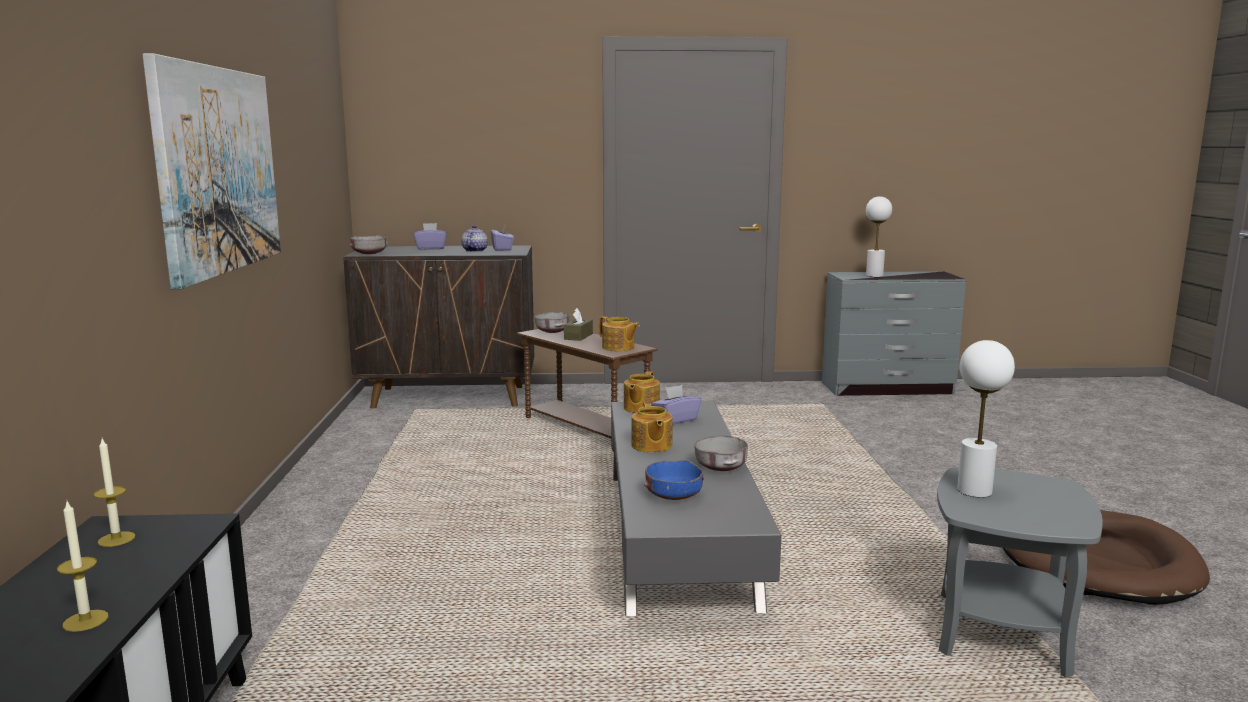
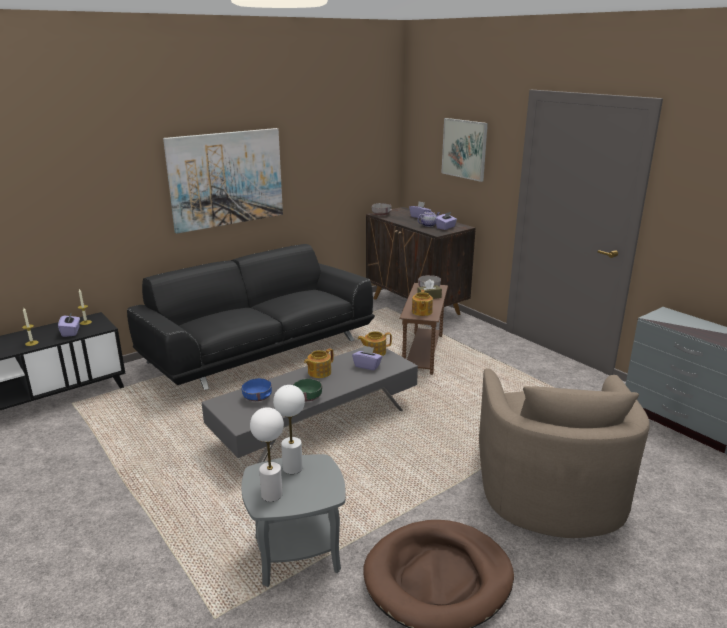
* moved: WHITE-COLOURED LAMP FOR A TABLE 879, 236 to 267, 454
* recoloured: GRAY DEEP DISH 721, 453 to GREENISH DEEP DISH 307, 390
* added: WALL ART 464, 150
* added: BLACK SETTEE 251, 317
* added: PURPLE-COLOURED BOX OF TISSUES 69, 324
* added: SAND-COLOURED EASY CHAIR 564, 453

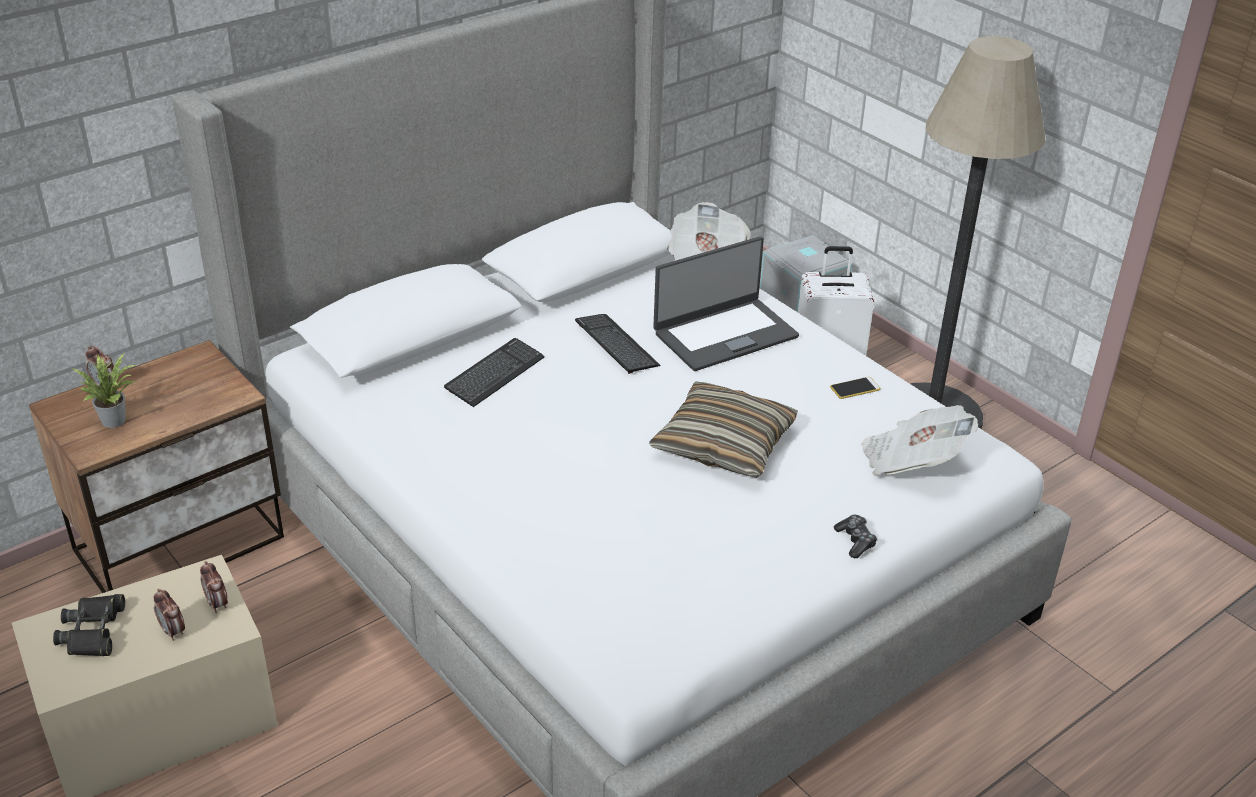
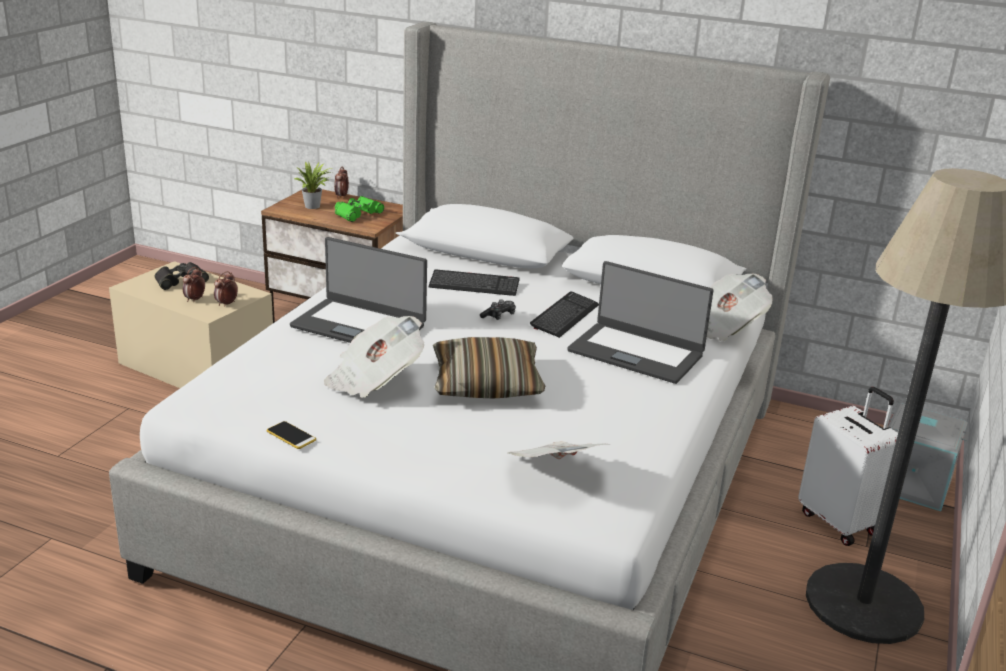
* moved: HANDSET 855, 388 to 291, 435
* moved: JOYPAD 855, 536 to 498, 309
* added: GREENISH BINOCULARS 359, 209
* added: PORTABLE COMPUTER 358, 290
* added: NEWSPAPER 374, 357

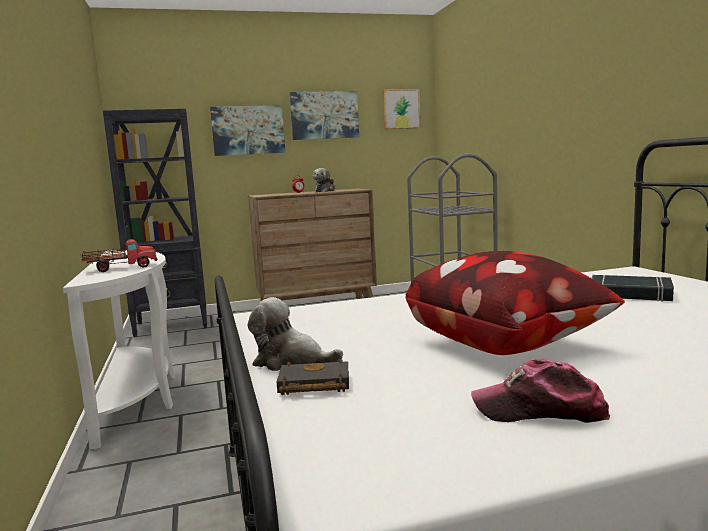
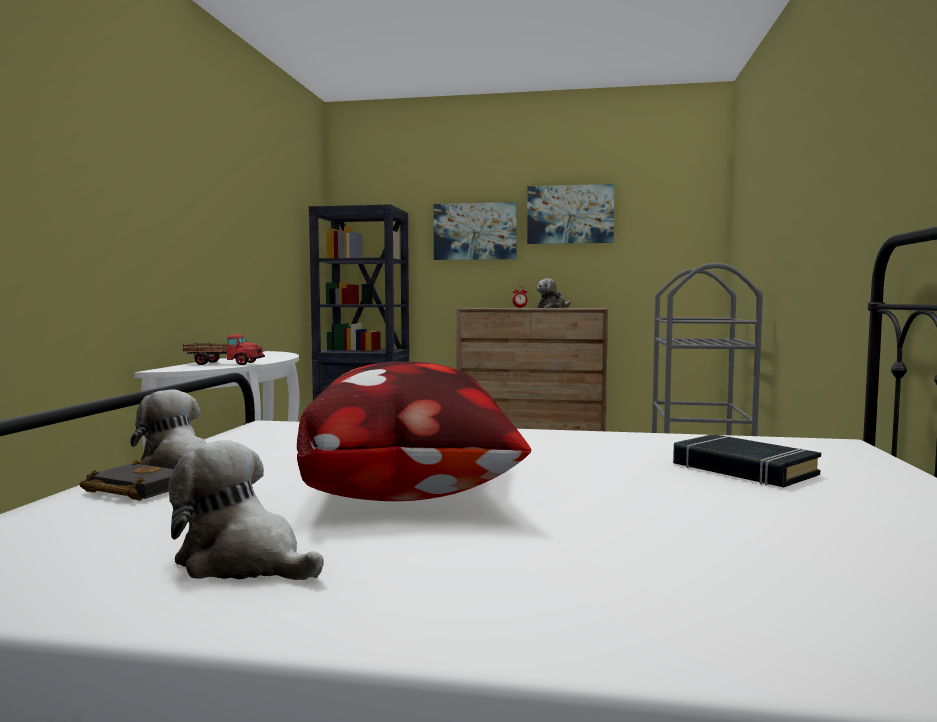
* removed: WALL ART 401, 109
* replaced: PEAKED CAP 540, 391 to CUDDLY TOY 246, 510

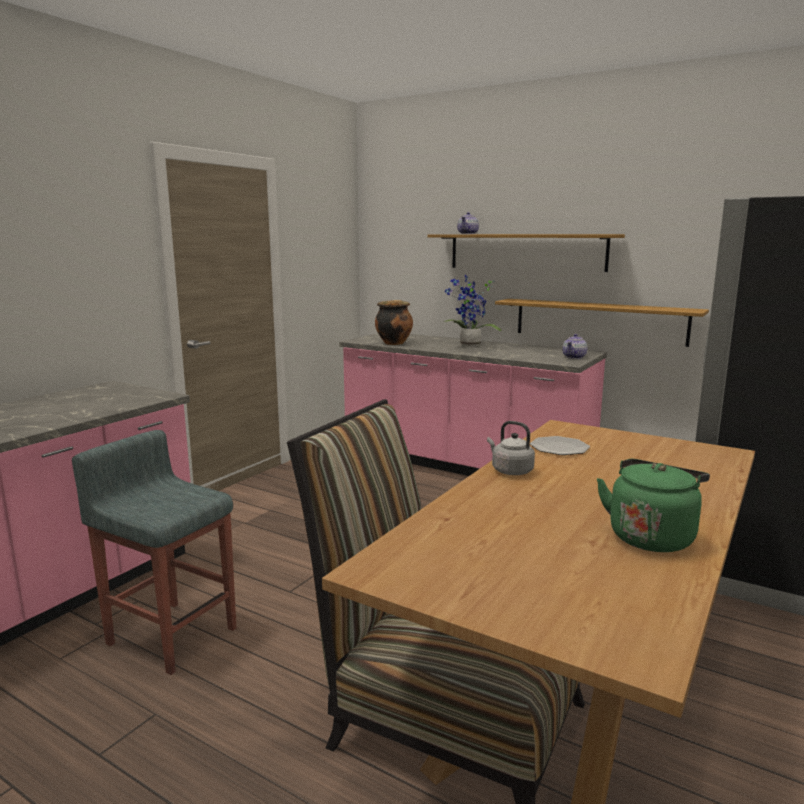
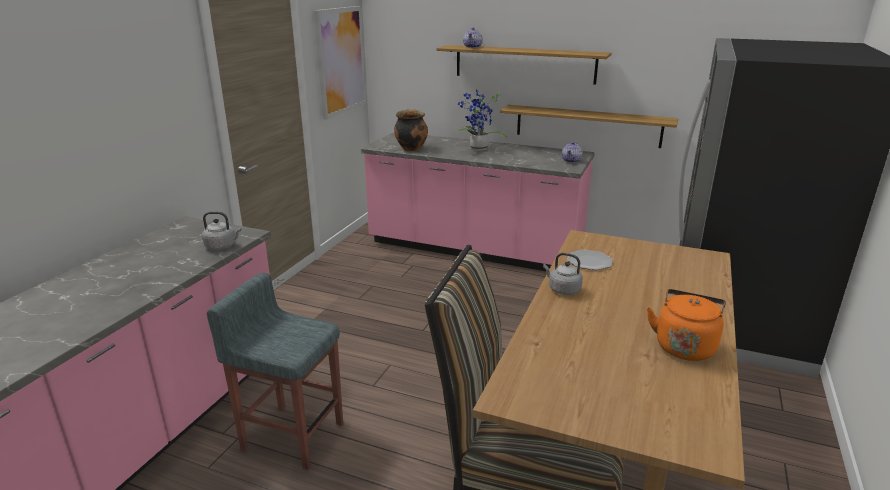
* recoloured: GREENISH KETTLE 653, 505 to ORANGE-COLOURED KETTLE 686, 325
* added: WALL ART 340, 63
* added: GRAY KETTLE 222, 230

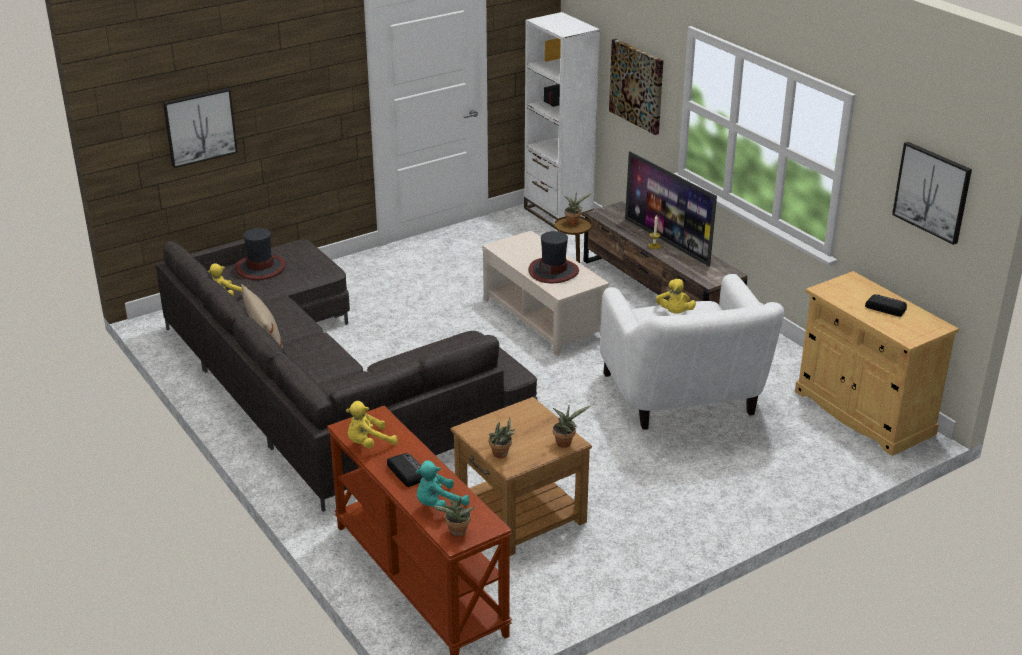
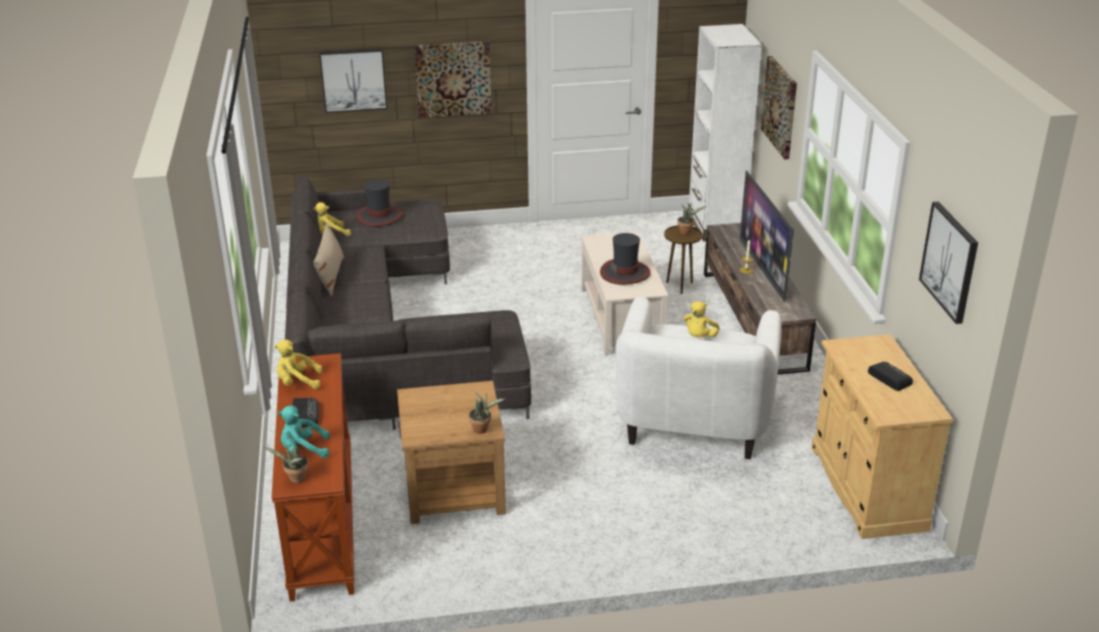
* removed: HOUSEPLANT 502, 438
* added: WALL ART 453, 79

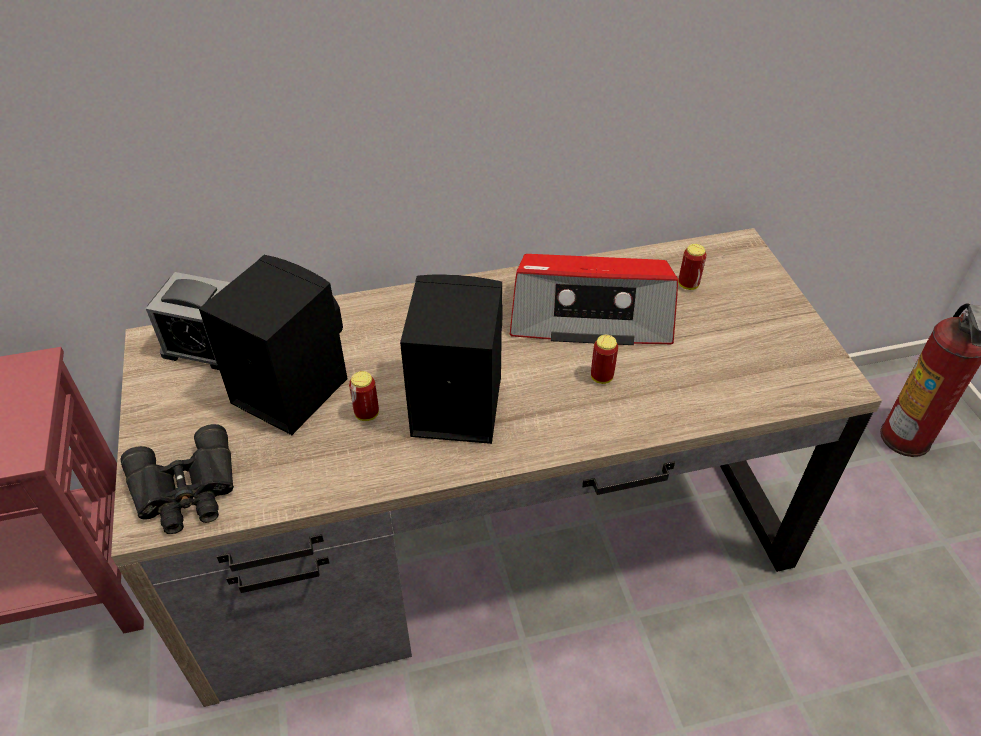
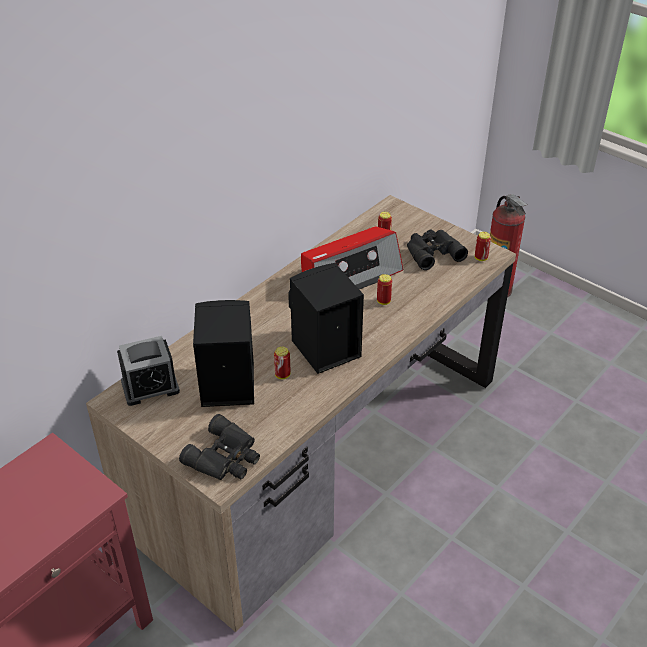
* added: BLACK BINOCULARS 437, 250
* added: CAN 483, 246

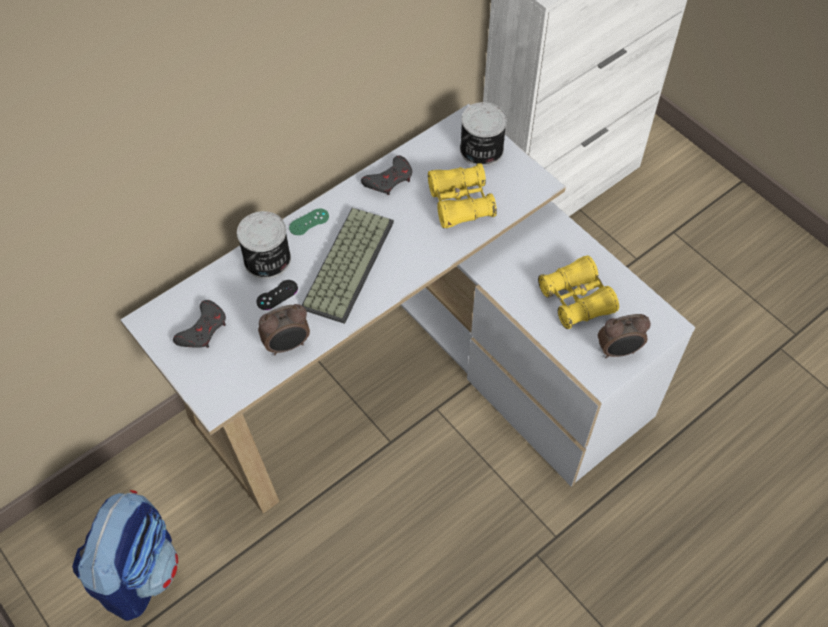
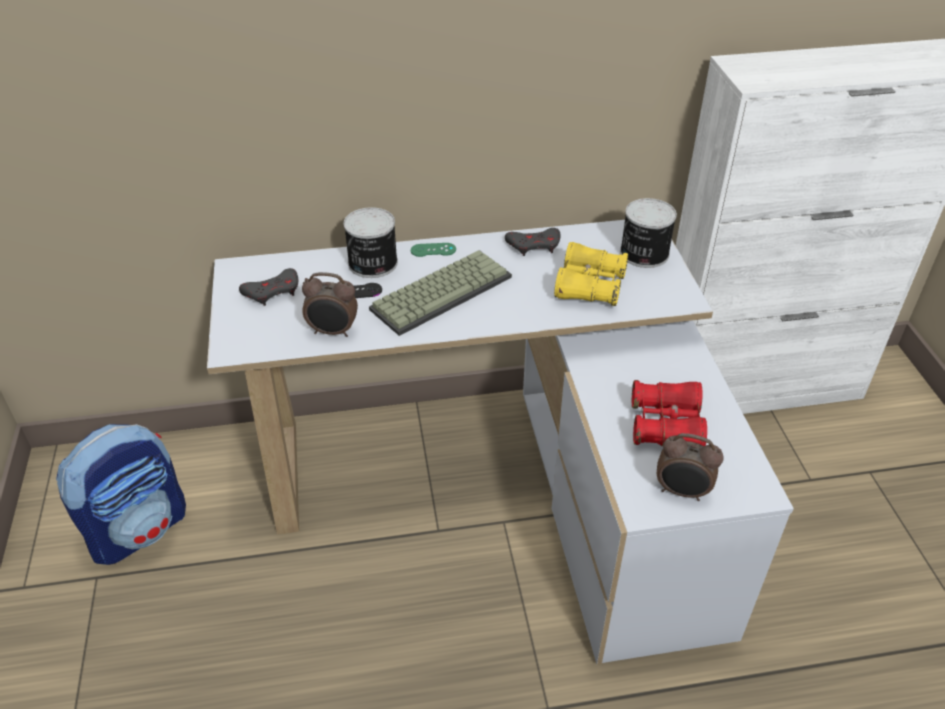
* recoloured: YELLOW-COLOURED BINOCULARS 578, 292 to RED BINOCULARS 669, 413

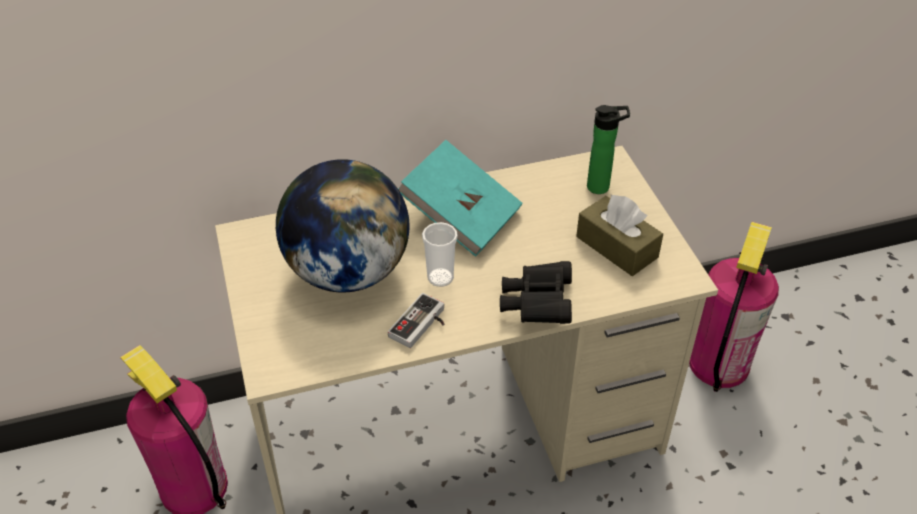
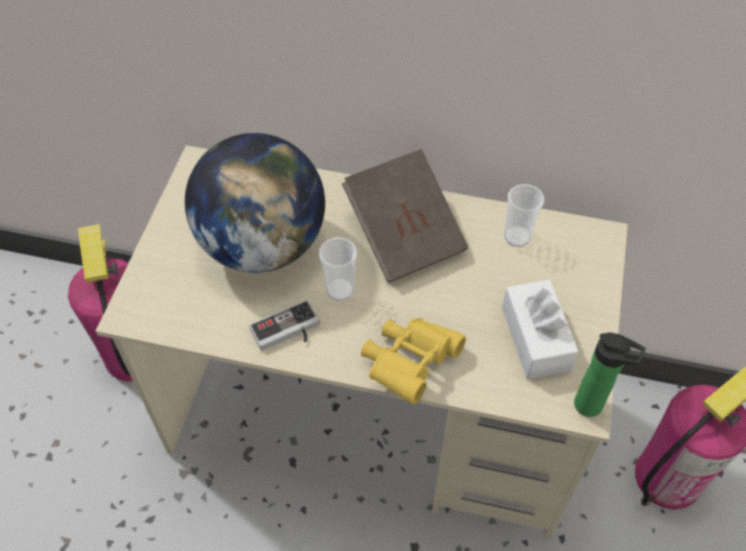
* moved: BOTTLE 608, 149 to 610, 374
* recoloured: TURQUOISE VOLUME 460, 198 to BROWN VOLUME 405, 216
* recoloured: BROWN BOX OF TISSUES 619, 235 to WHITE-COLOURED BOX OF TISSUES 540, 329
* recoloured: BLACK BINOCULARS 536, 292 to YELLOW-COLOURED BINOCULARS 413, 361
* added: DRINKING CUP 524, 215

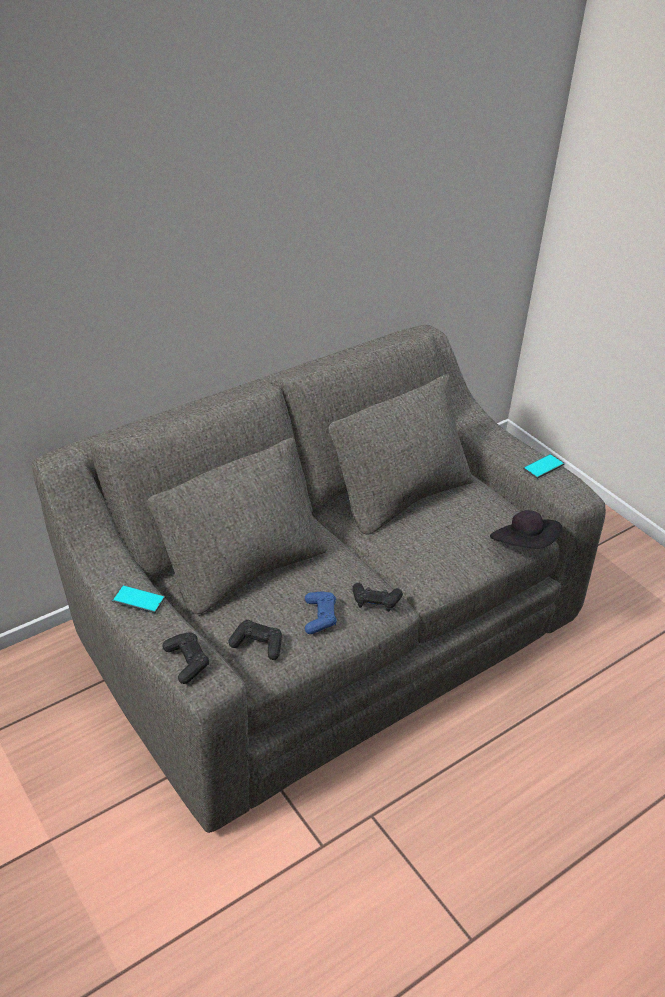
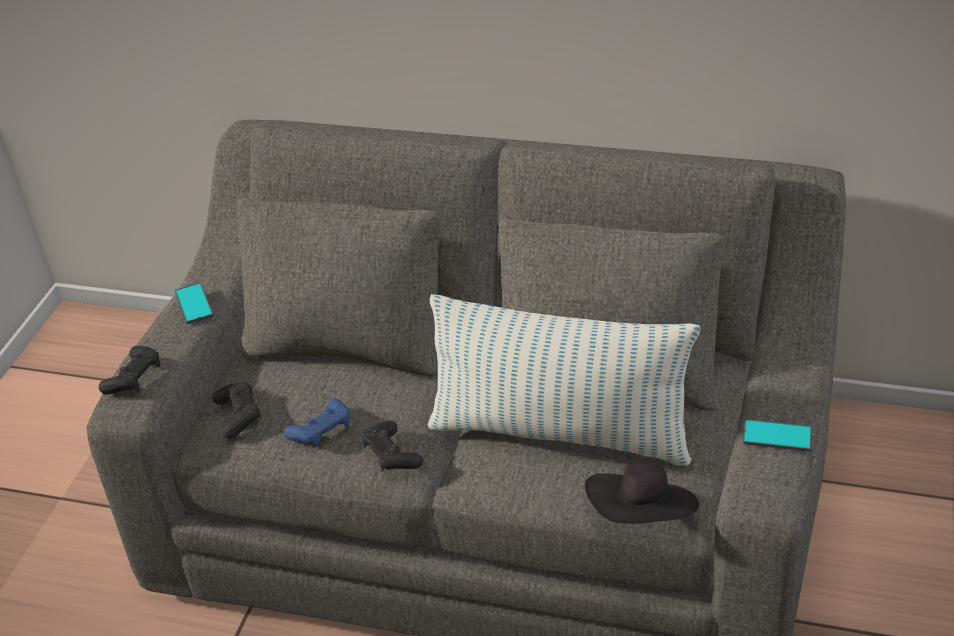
* added: THROW PILLOW 564, 380

